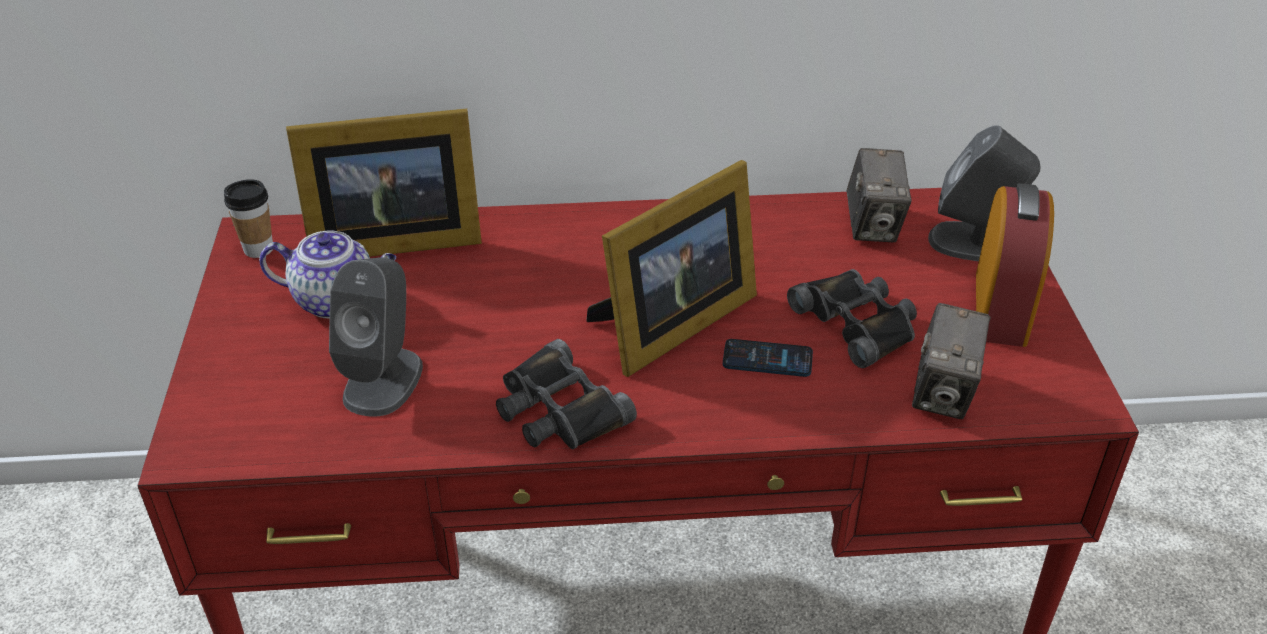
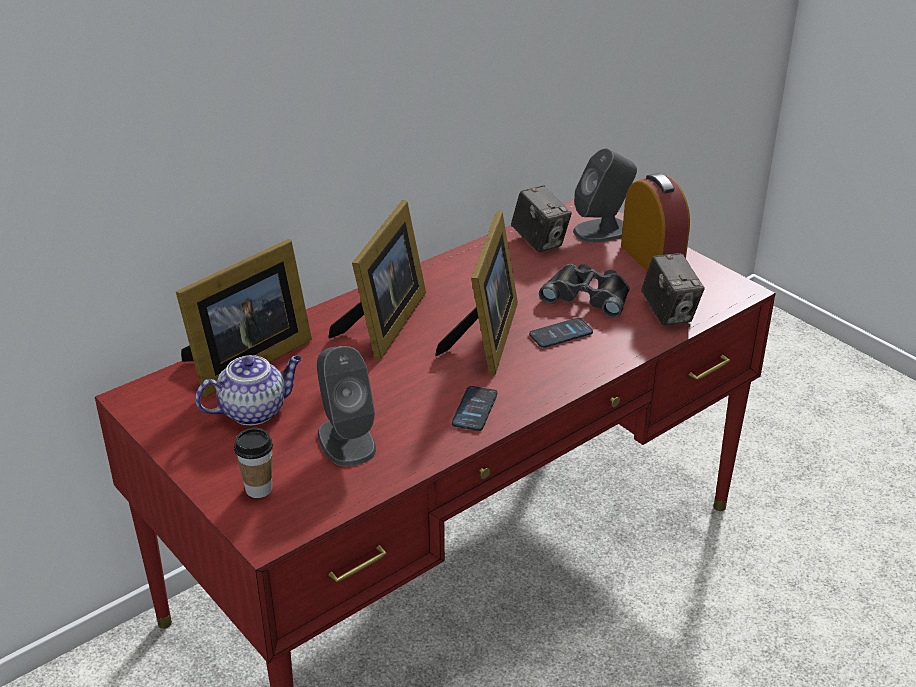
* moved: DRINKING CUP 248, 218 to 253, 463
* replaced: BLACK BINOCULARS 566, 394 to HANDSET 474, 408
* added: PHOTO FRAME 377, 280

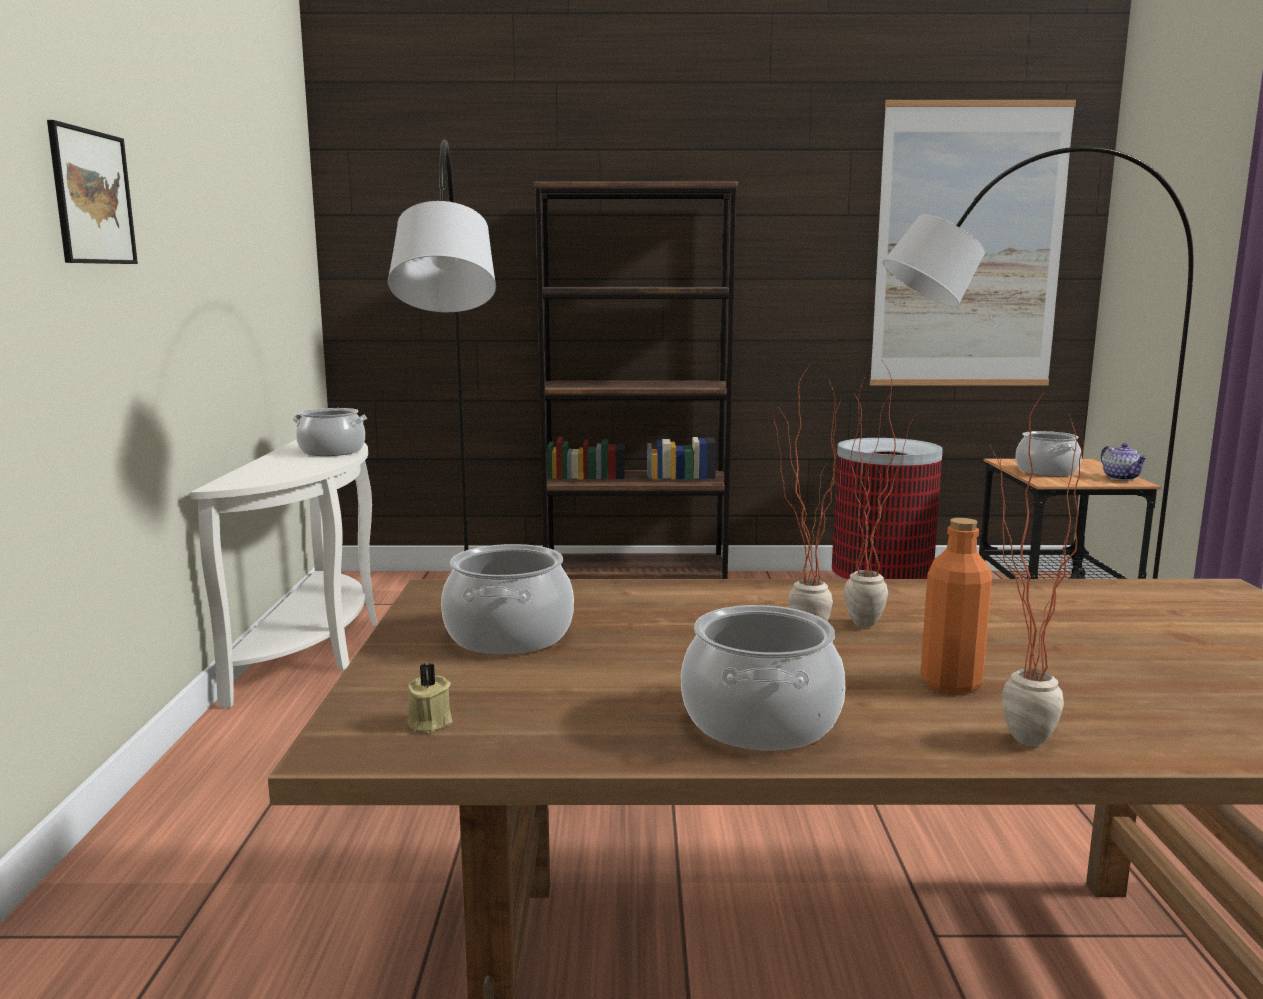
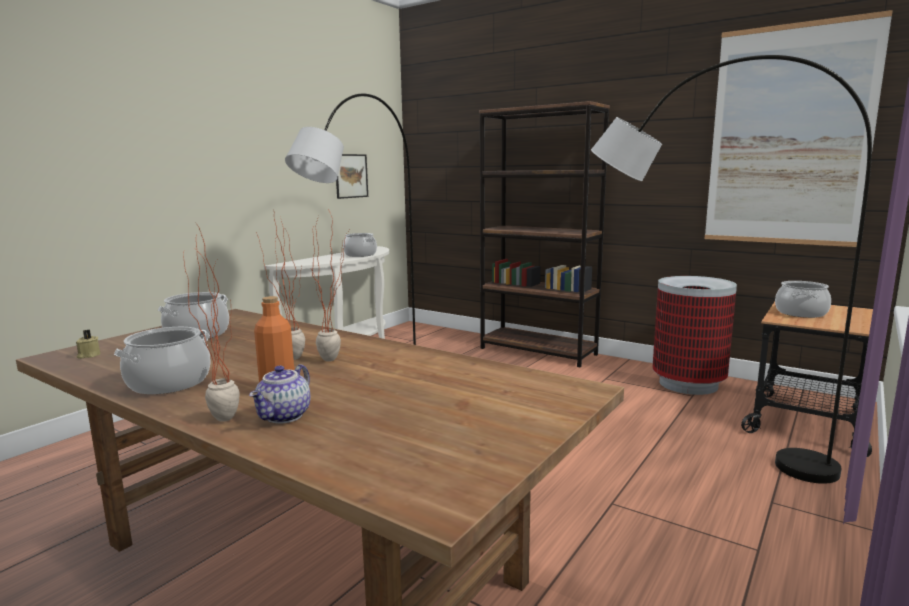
* moved: WALL ART 92, 192 to 352, 176
* moved: TEA POT 1124, 462 to 279, 394

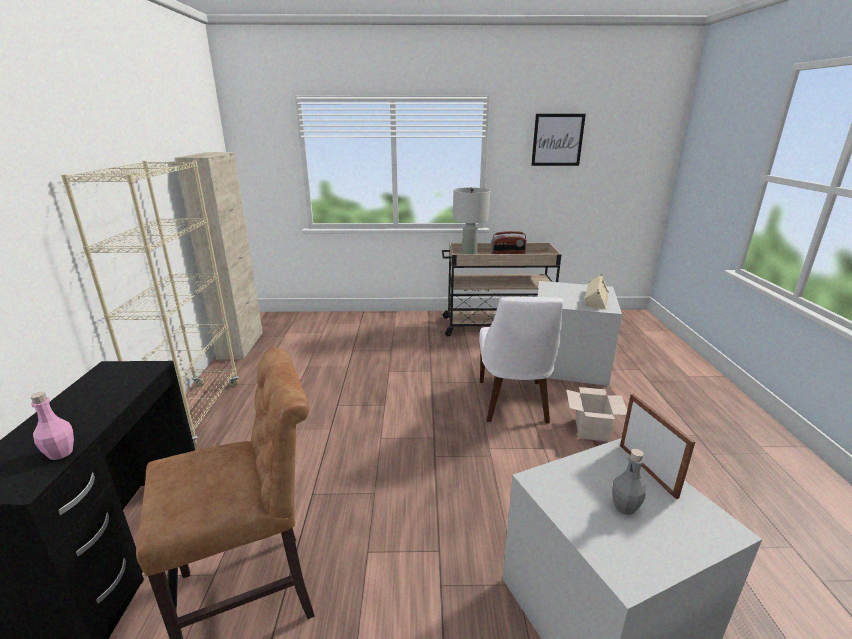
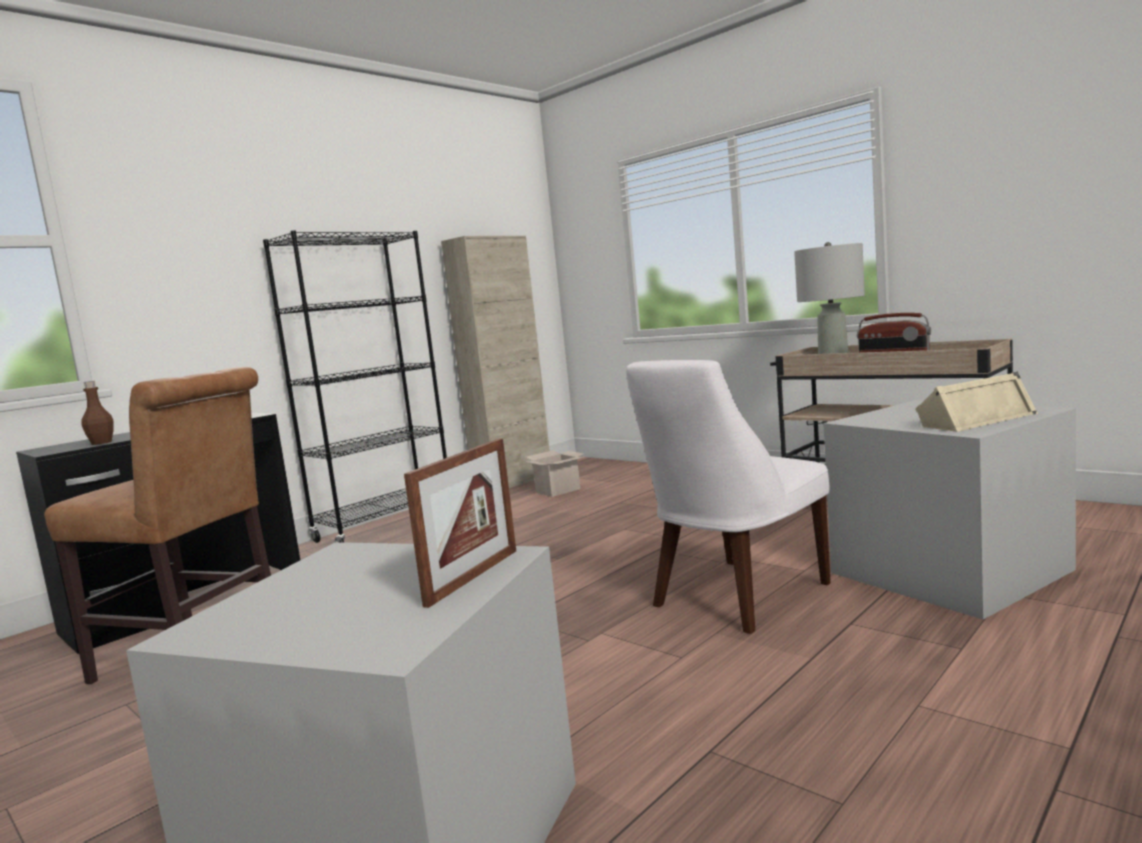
* removed: WALL ART 558, 140
* recoloured: SAND-COLOURED BOOKSHELF 150, 304 to BLACK BOOKSHELF 355, 387
* moved: CARDBOARD BOX 597, 414 to 554, 473
* recoloured: PINKISH BOTTLE 52, 426 to BROWN BOTTLE 97, 413
* removed: GRAY BOTTLE 629, 482

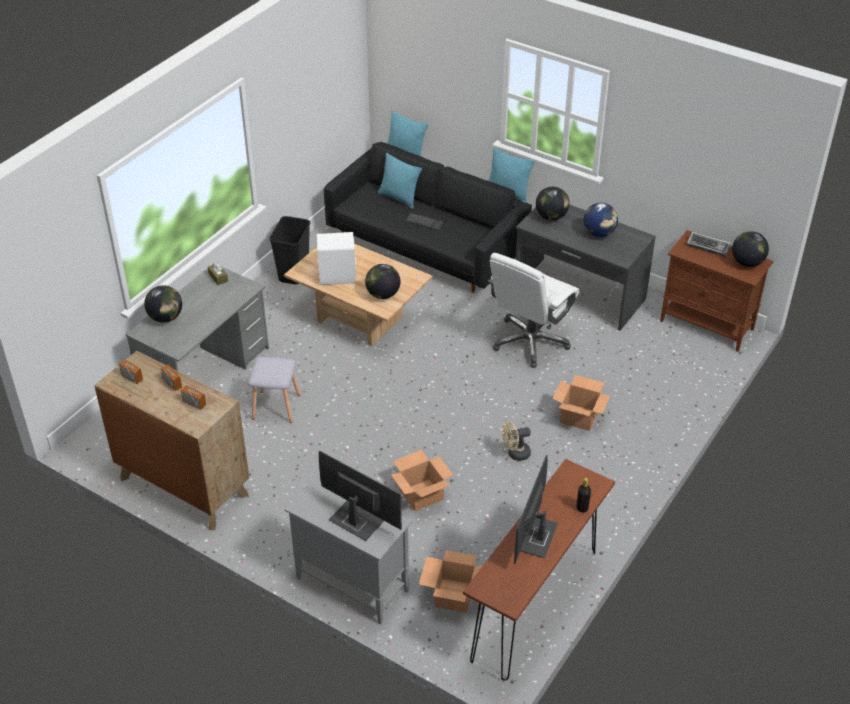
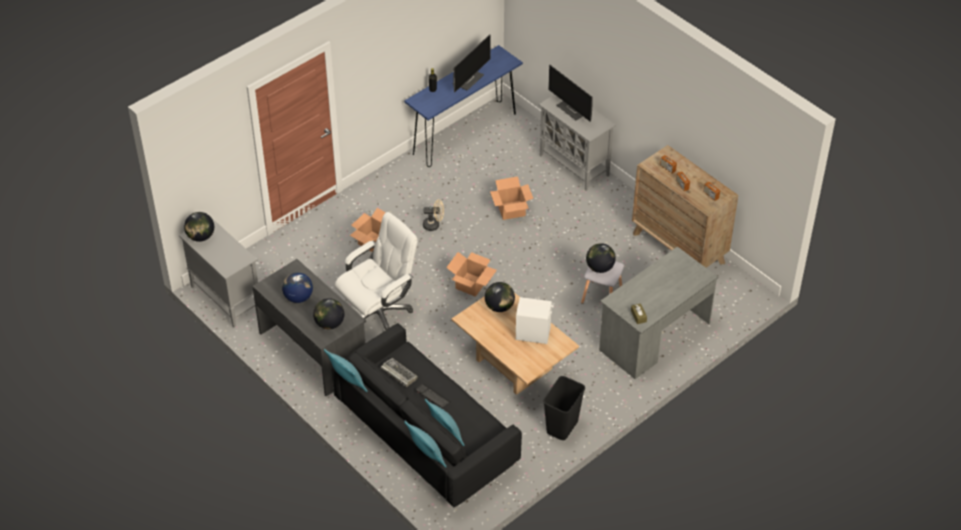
* recoloured: BROWN CUPBOARD 716, 291 to GRAY CUPBOARD 218, 272
* moved: KEYBOARD 708, 244 to 399, 372
* moved: DESK GLOBE 163, 304 to 601, 258
* recoloured: BROWN CONSOLE TABLE 539, 570 to BLUE CONSOLE TABLE 463, 106
* moved: CARDBOARD BOX 451, 581 to 471, 274

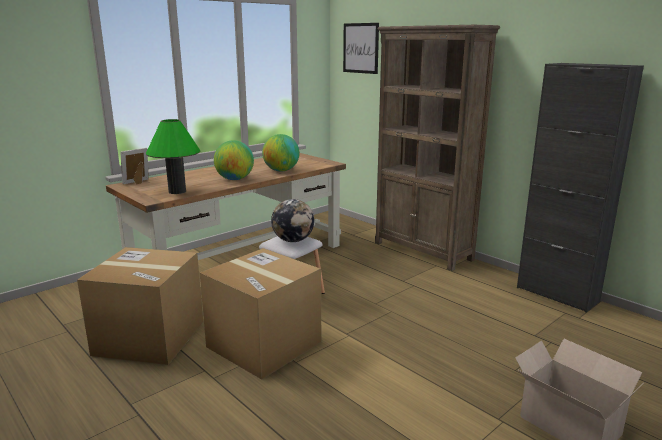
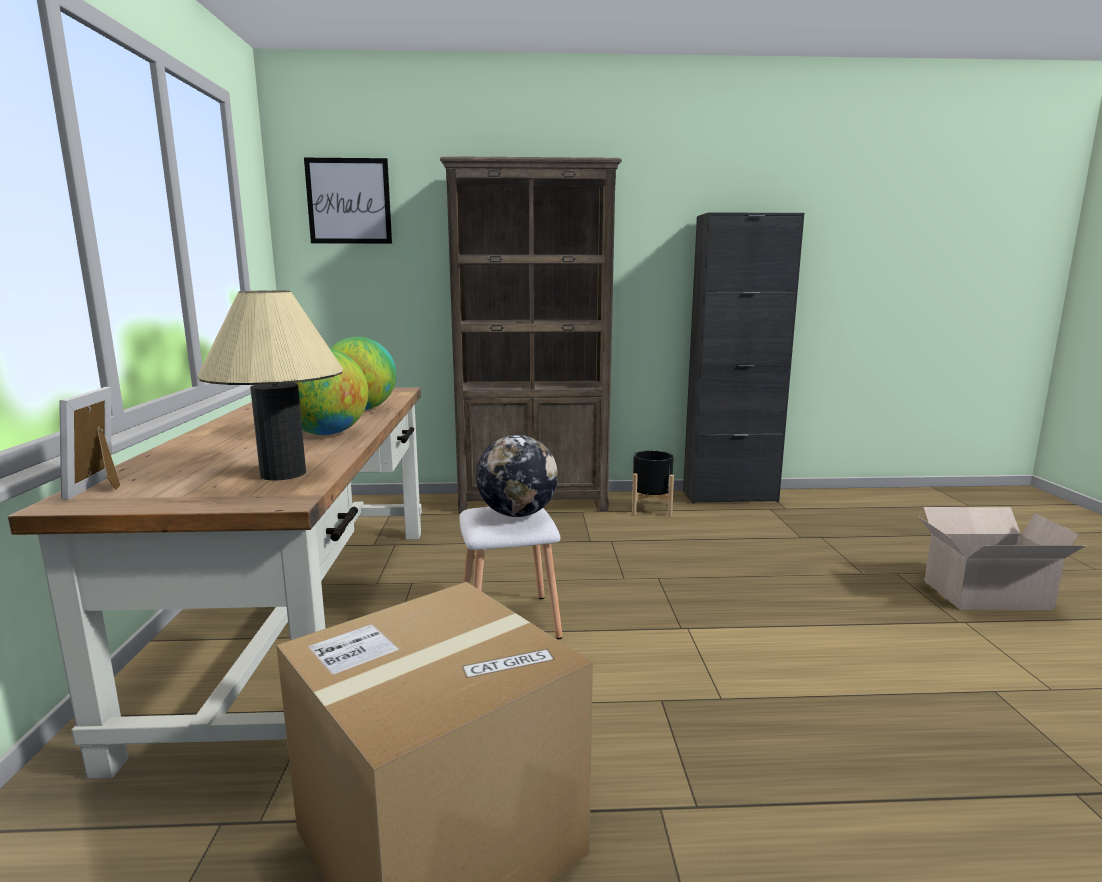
* recoloured: GREENISH LAMP FOR A TABLE 173, 156 to SAND-COLOURED LAMP FOR A TABLE 270, 385
* removed: CARDBOARD BOX 260, 314
* added: BLACK PLANT POT 653, 484

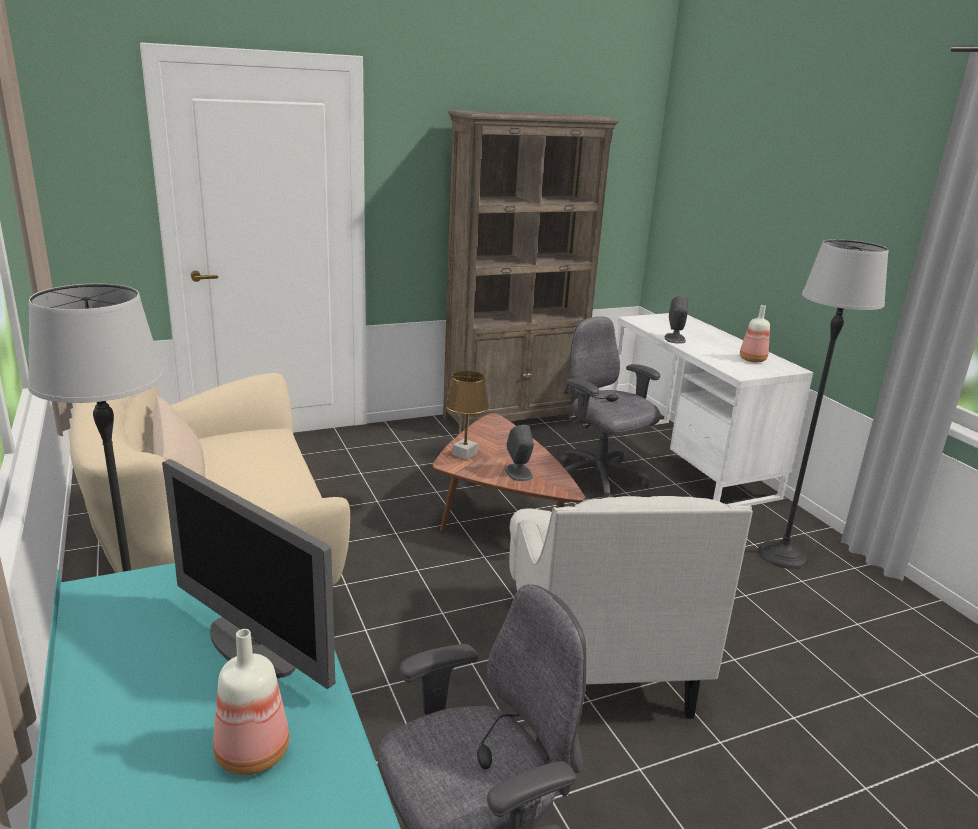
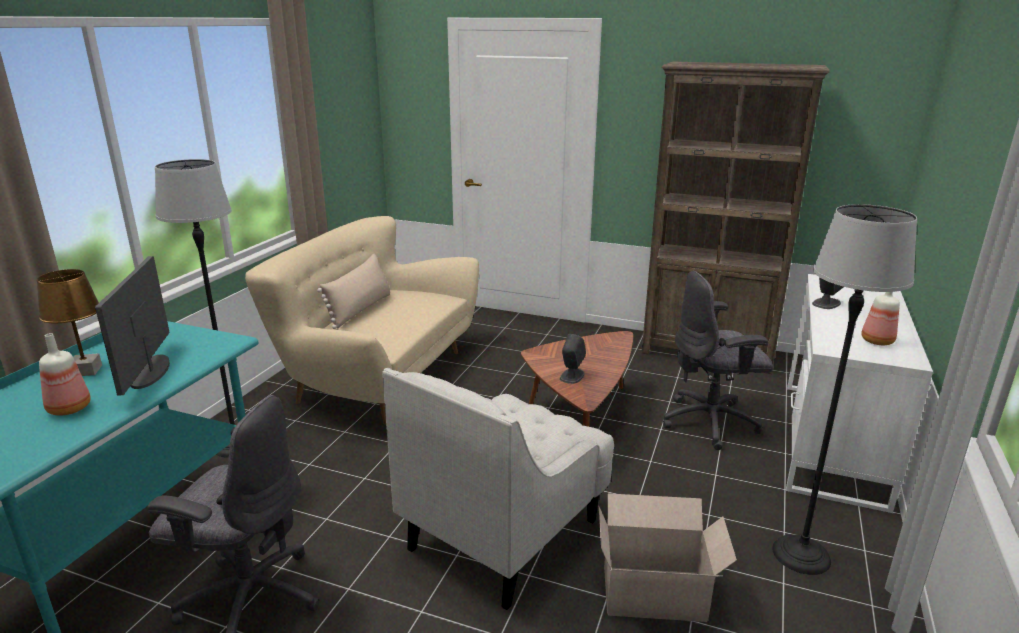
* turned: GRAY COMPUTER CHAIR 610, 407 = 718, 360 105 degrees counterclockwise
* moved: BROWN LAMP FOR A TABLE 467, 415 to 69, 322
* added: CARDBOARD BOX 668, 557

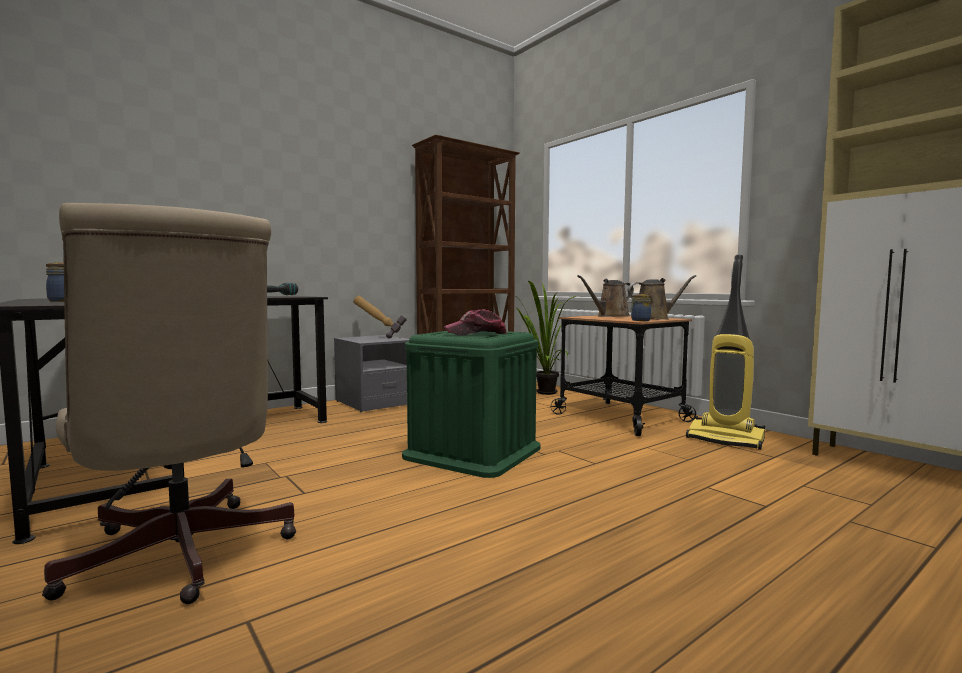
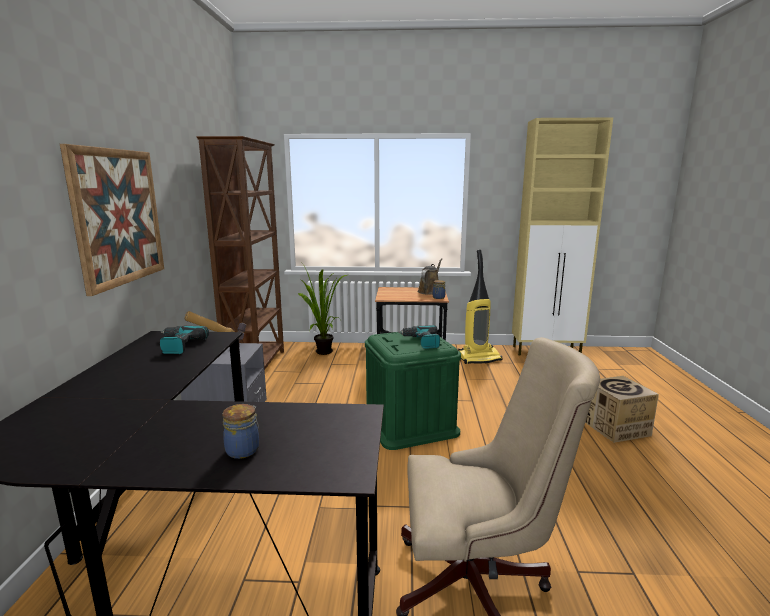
* removed: BROWN WATERING POT 605, 296
* replaced: PEAKED CAP 475, 322 to ELECTRIC DRILL 419, 337
* added: WALL ART 112, 220
* added: CARDBOARD BOX 622, 409

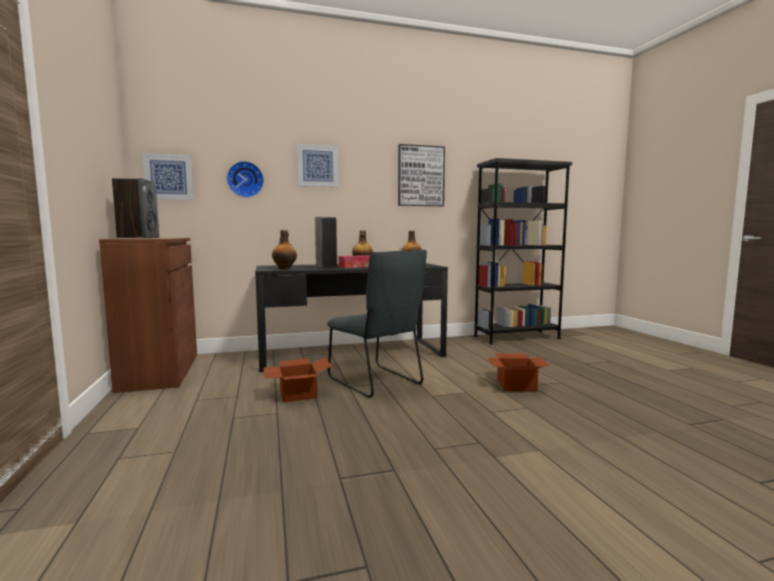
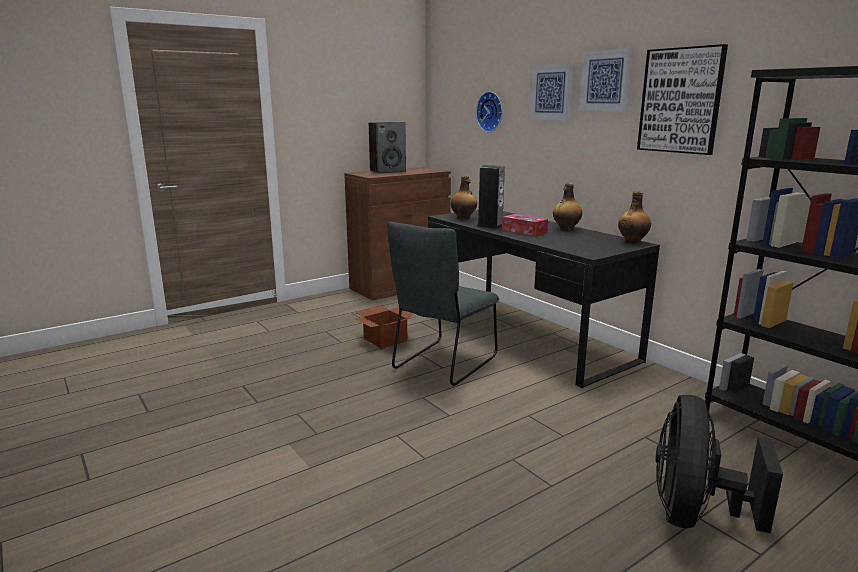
* moved: WALL ART 168, 176 to 606, 79
* removed: CARDBOARD BOX 518, 372
* added: BLACK ELECTRIC FAN 719, 464

